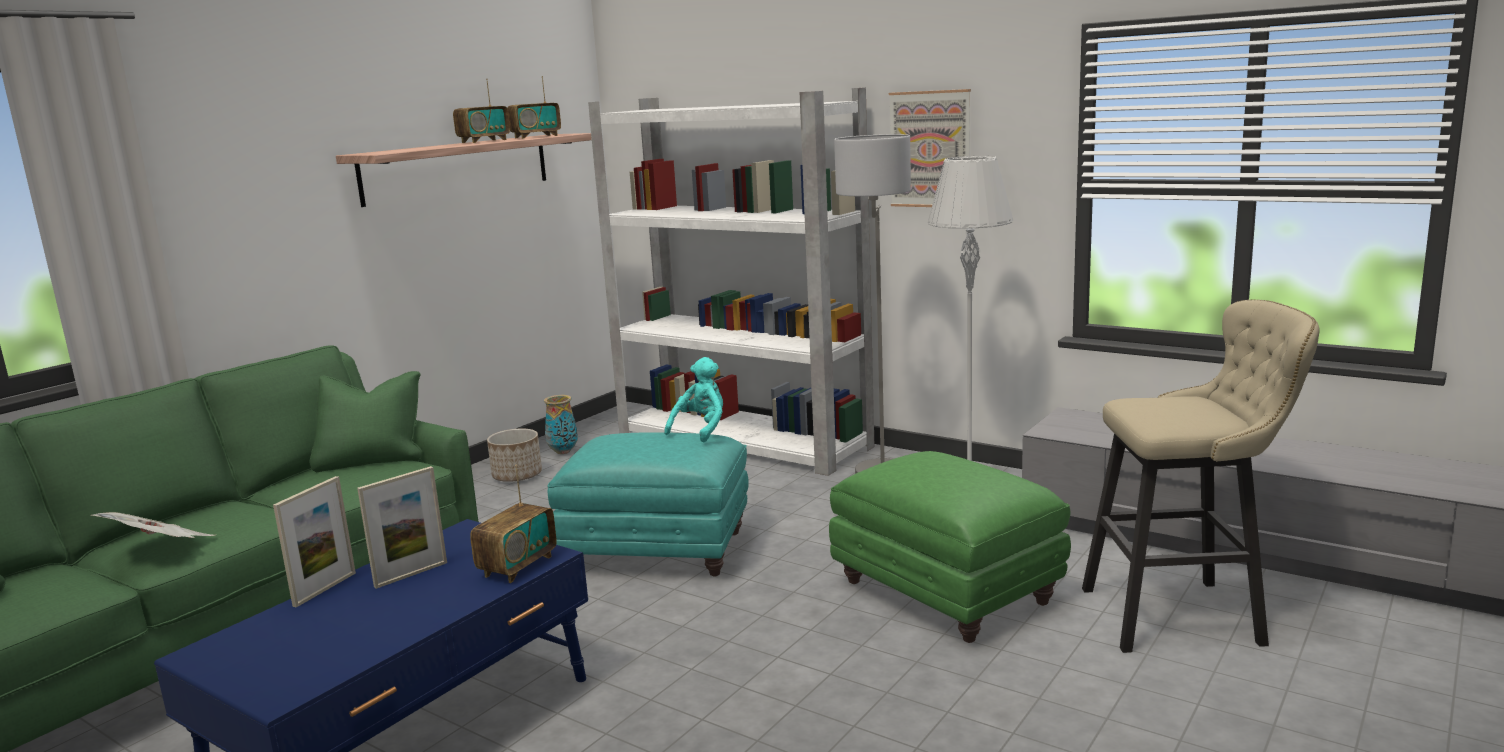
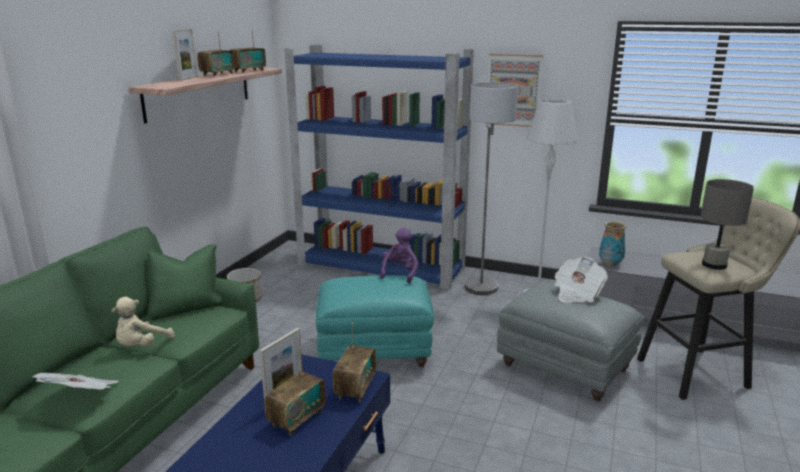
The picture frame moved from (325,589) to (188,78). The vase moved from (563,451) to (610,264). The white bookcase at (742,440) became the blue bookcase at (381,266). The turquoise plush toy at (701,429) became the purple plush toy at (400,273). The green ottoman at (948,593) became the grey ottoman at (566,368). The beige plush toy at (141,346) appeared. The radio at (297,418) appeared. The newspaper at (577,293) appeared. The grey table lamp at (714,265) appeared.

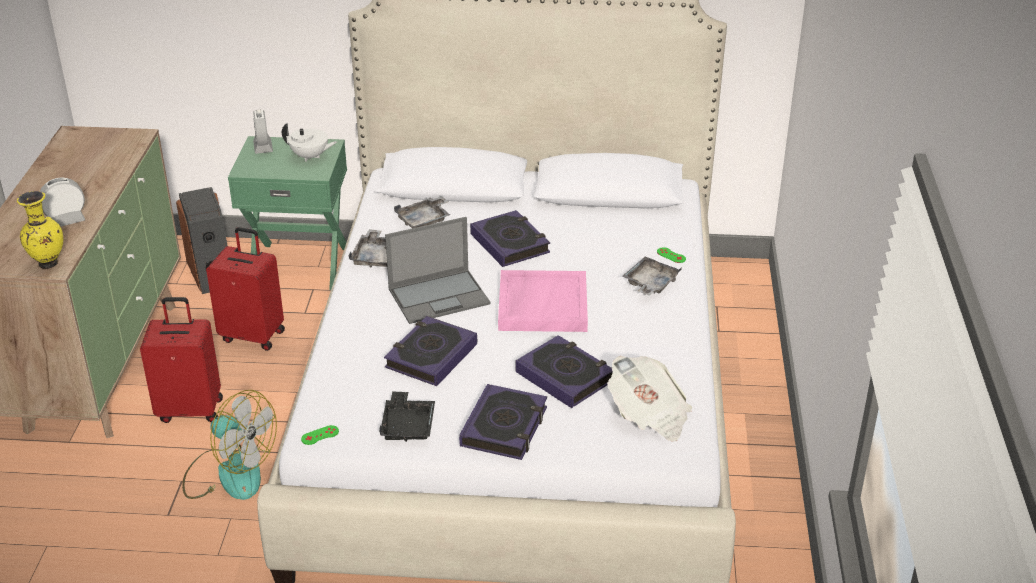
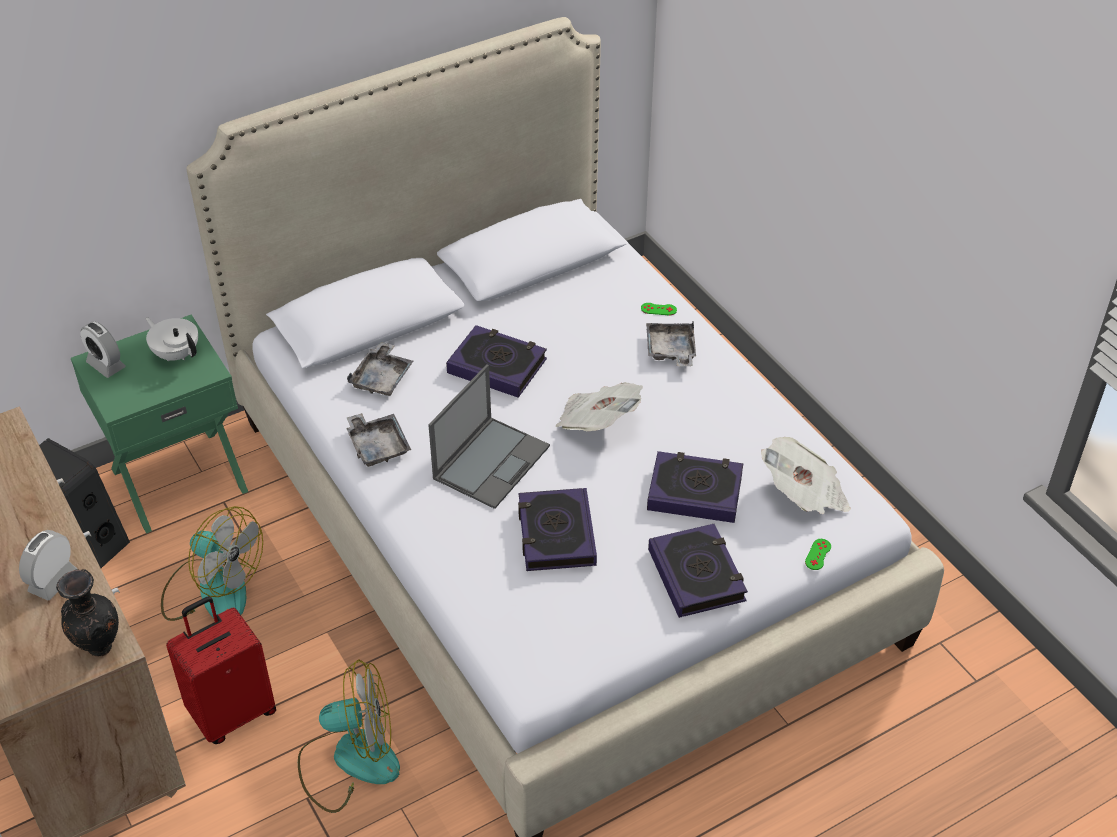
The yellow vase at (47,263) became the black vase at (98,647). The red suitcase at (253,335) was replaced by the fan at (212,589). The white teapot at (310,156) turned 120 degrees counterclockwise. The green game controller moved from (320,435) to (818,554). The black tray at (408,425) disappeared. The pink tray at (542,304) was replaced by the newspaper at (598,422).

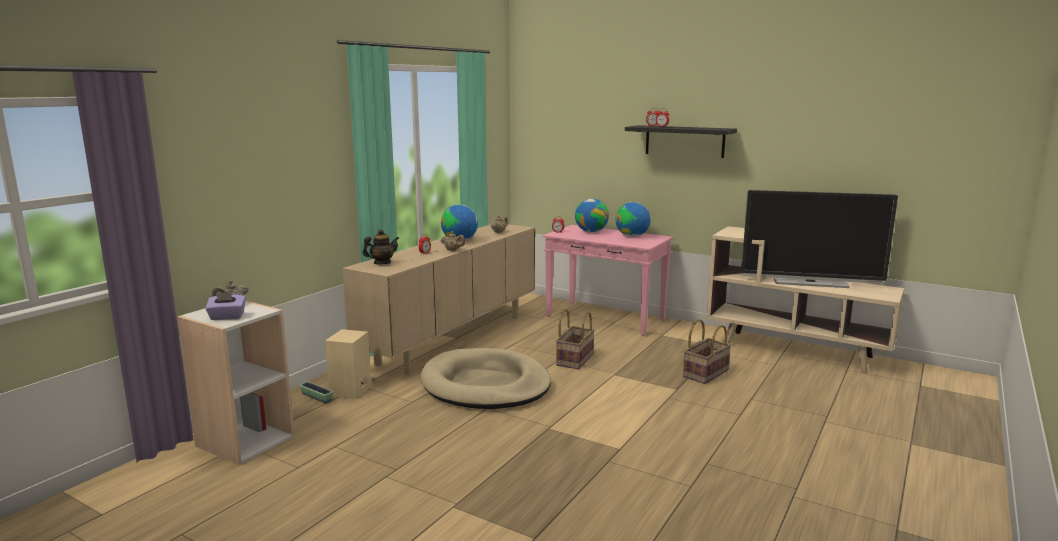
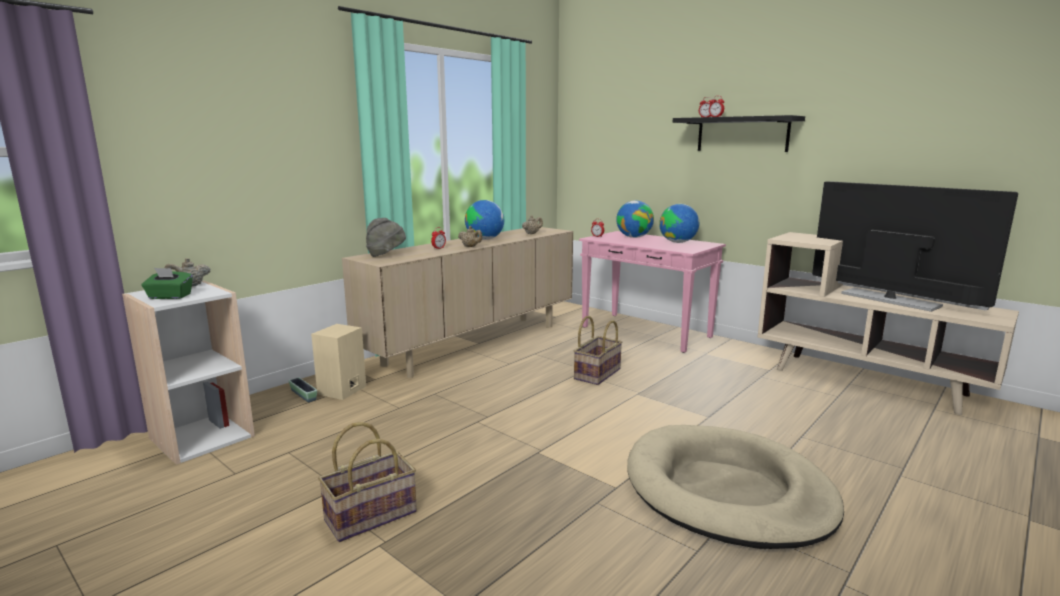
The purple tissue box at (227,317) became the green tissue box at (169,297). The teapot at (382,263) was replaced by the grey hat at (386,255). The beige dog bed moved from (486,385) to (727,491). The basket moved from (705,373) to (370,515). The television at (810,283) turned 150 degrees counterclockwise.

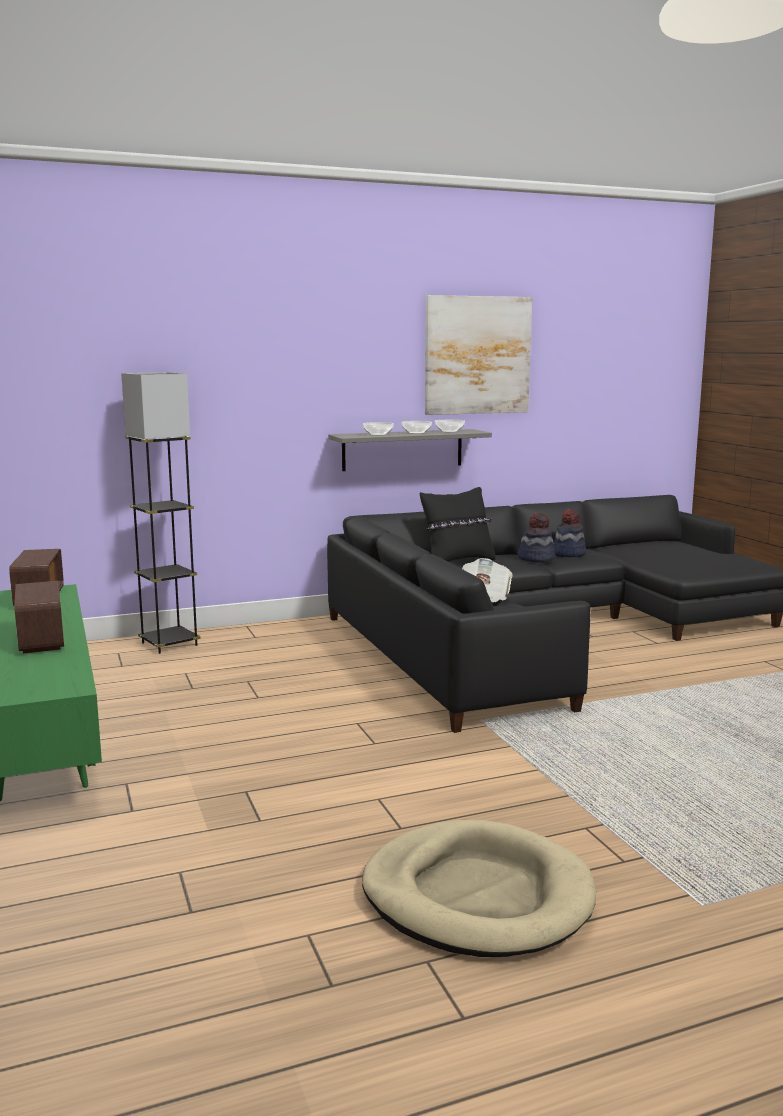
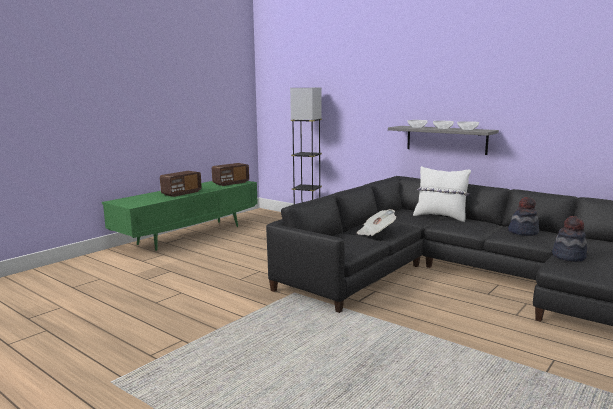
The beige dog bed at (477,896) disappeared. The black pillow at (457,561) became the white pillow at (440,217). The picture at (477,355) disappeared. The hat moved from (536,558) to (569,256).

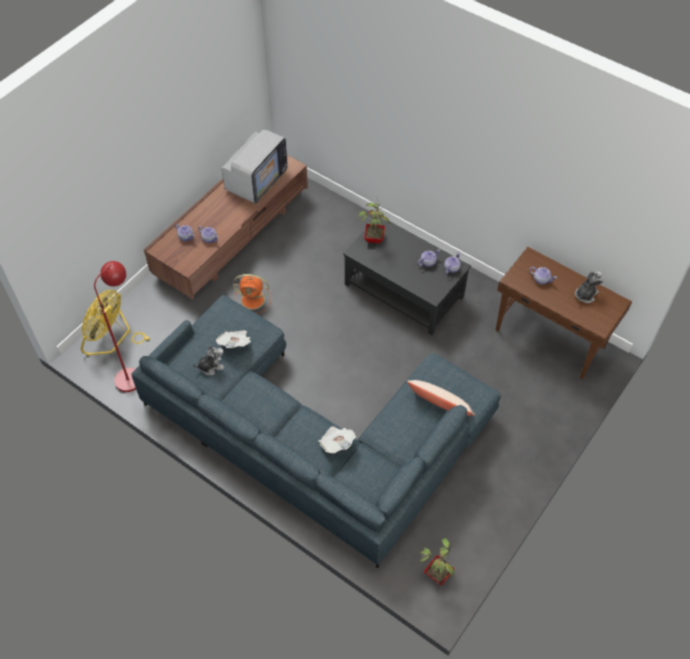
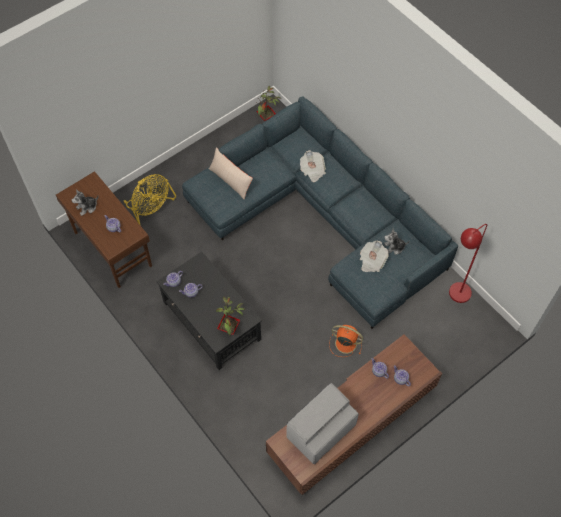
The yellow fan moved from (115,336) to (149,209).

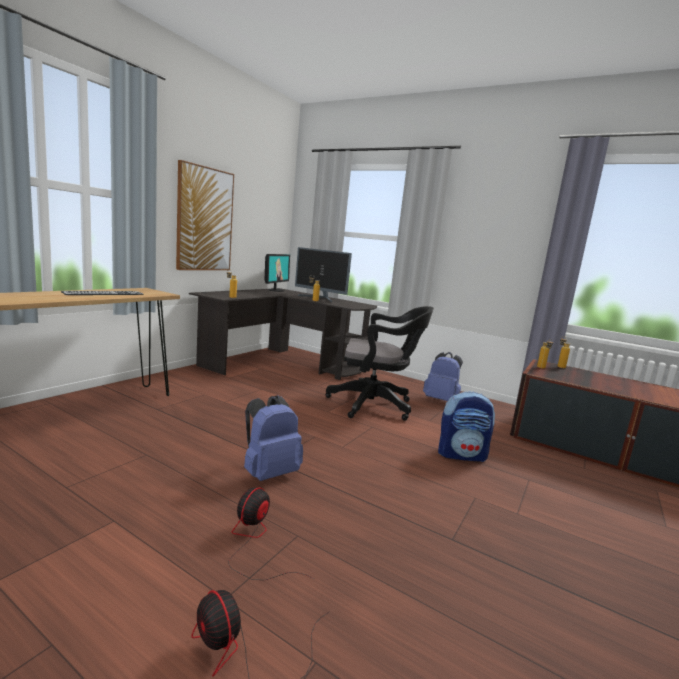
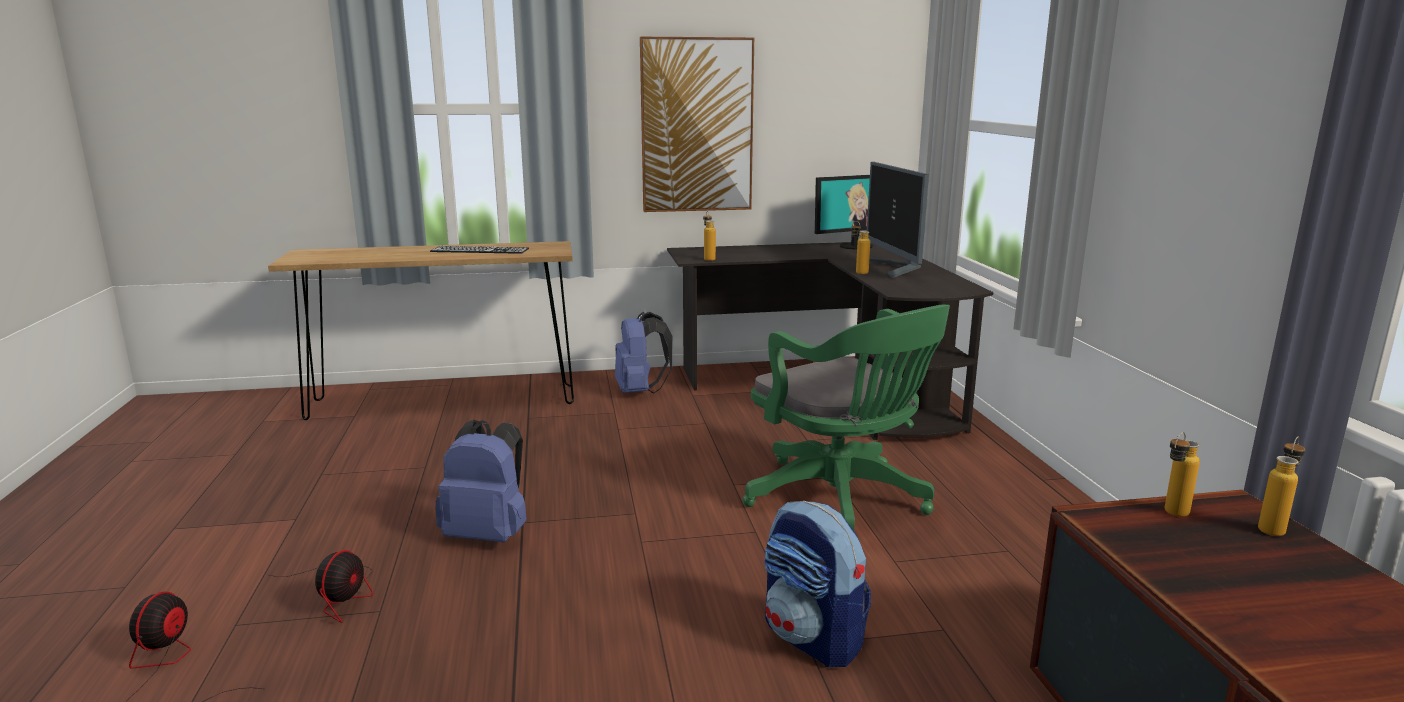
The fan at (255,542) turned 120 degrees clockwise. The black office chair at (375,405) became the green office chair at (842,501). The blue backpack moved from (441,400) to (640,391).

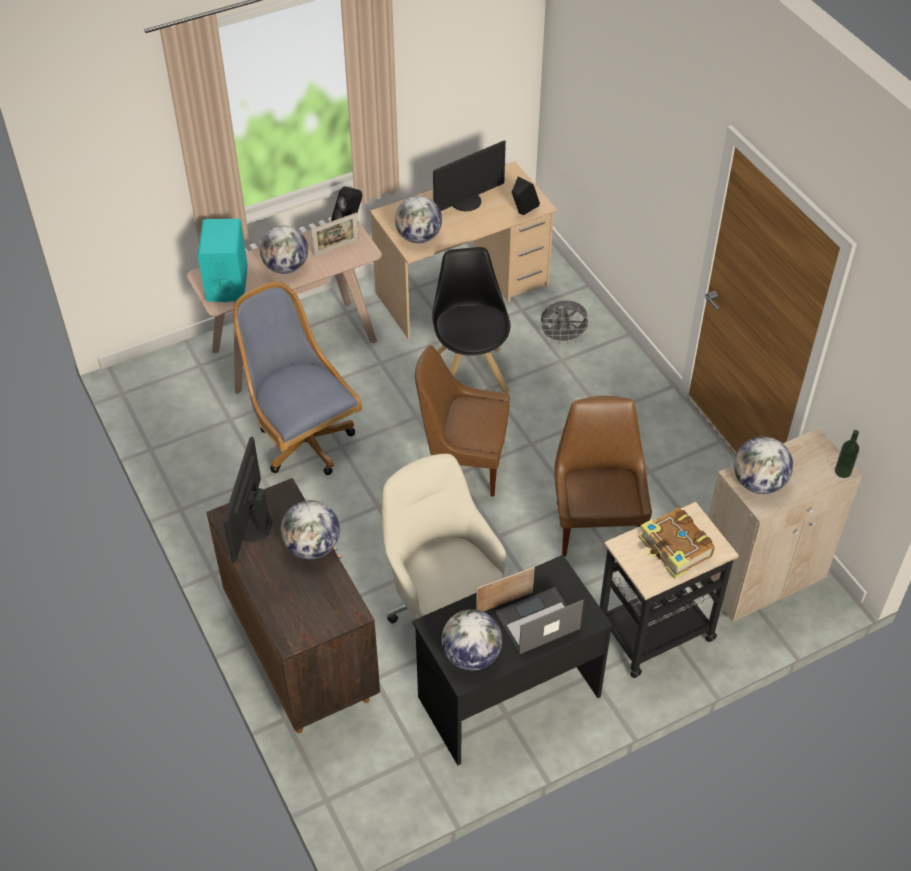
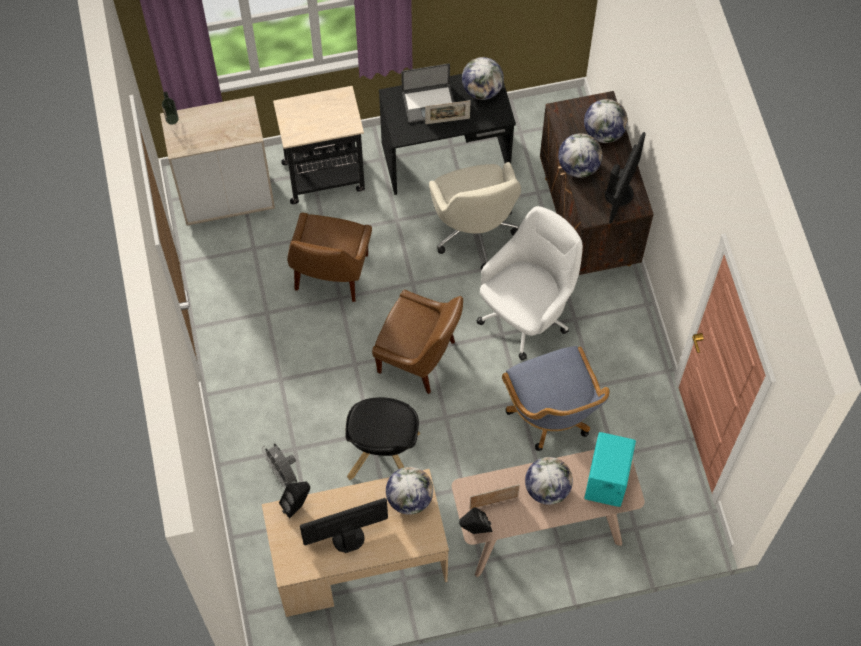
The grey fan at (563,339) turned 135 degrees counterclockwise. The book at (675,549) disappeared. The globe moved from (758,483) to (603,132). The white office chair at (526,315) appeared.

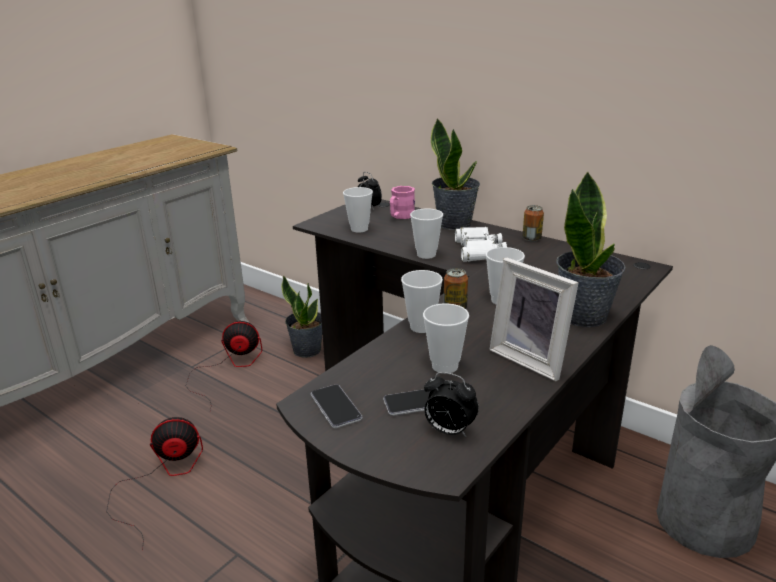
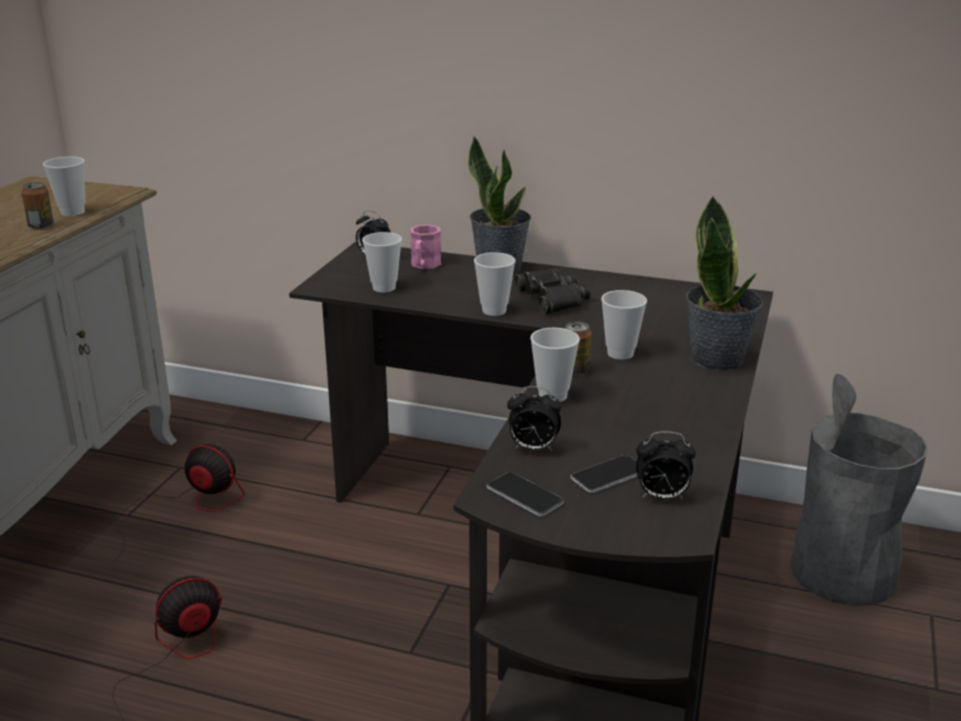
The fan at (229,368) turned 45 degrees clockwise. The potted plant at (307,350) disappeared. The cup moved from (445,366) to (72,212). The white binoculars at (478,250) became the black binoculars at (551,299). The picture frame at (532,359) disappeared. The can moved from (531,239) to (41,226). The alarm clock at (533,449) appeared.

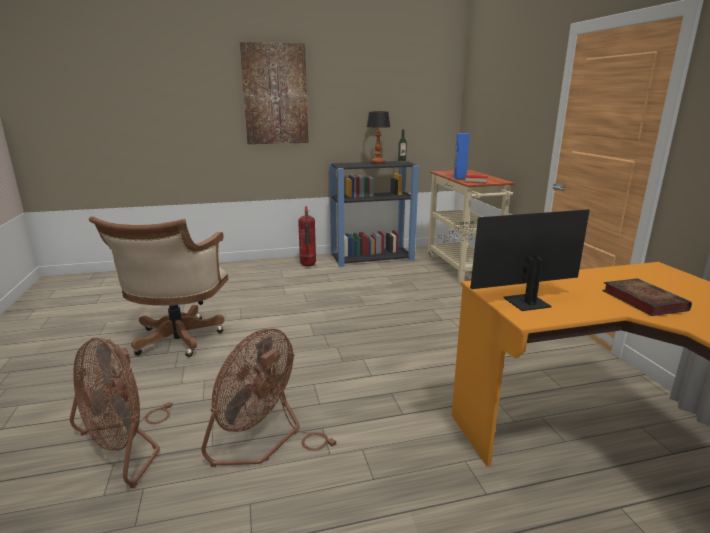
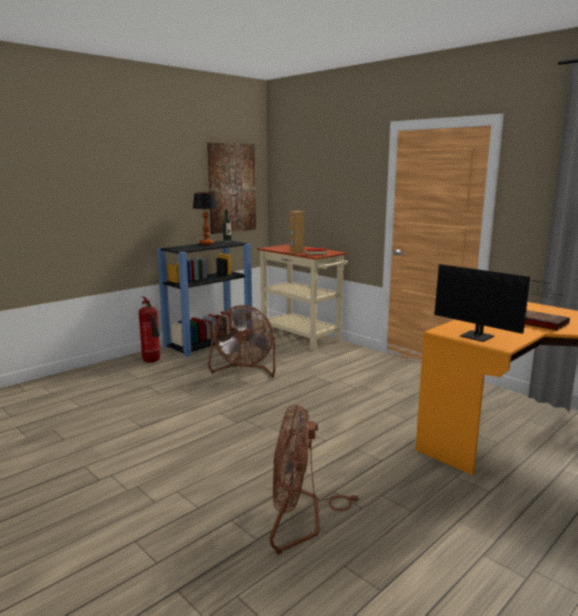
The brown fan moved from (127,444) to (243,370). The office chair at (177,340) disappeared. The picture moved from (275,94) to (232,188). The monitor at (520,302) turned 90 degrees counterclockwise. The blue speaker at (459,178) became the brown speaker at (296,252).

